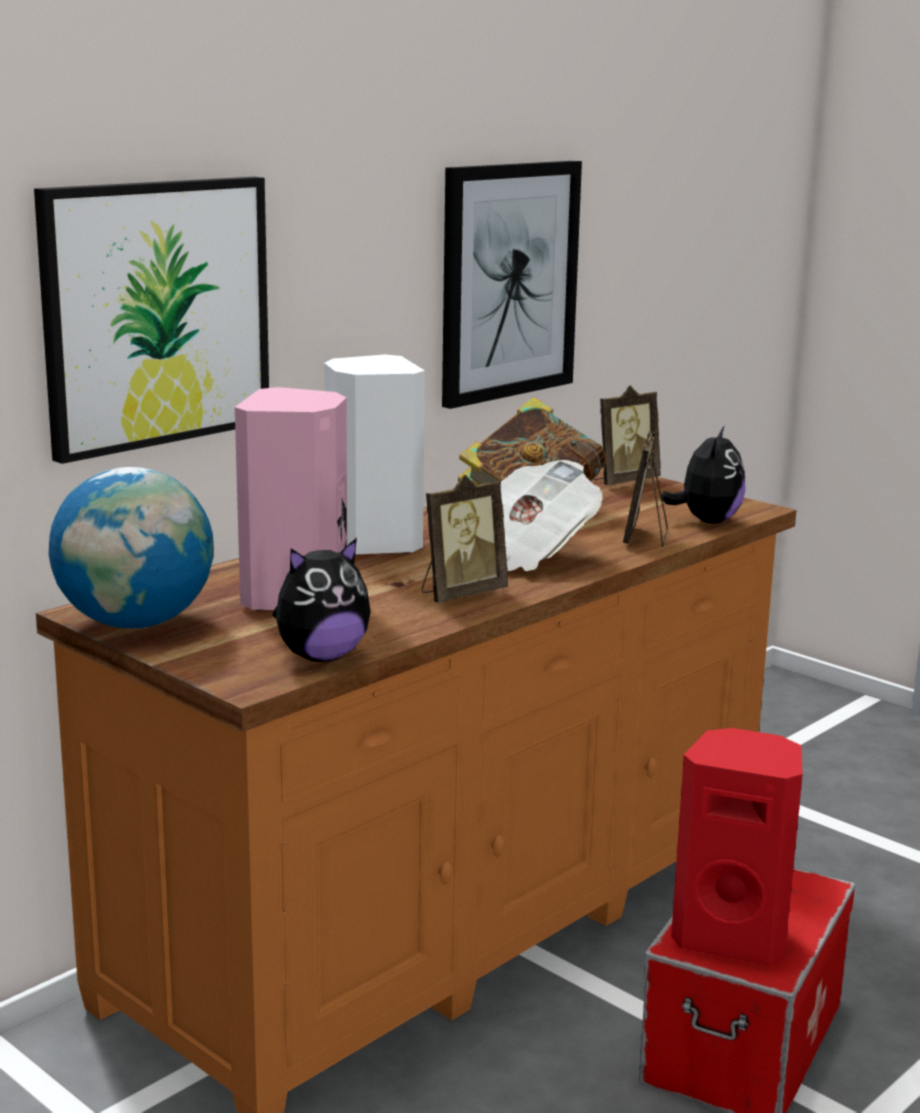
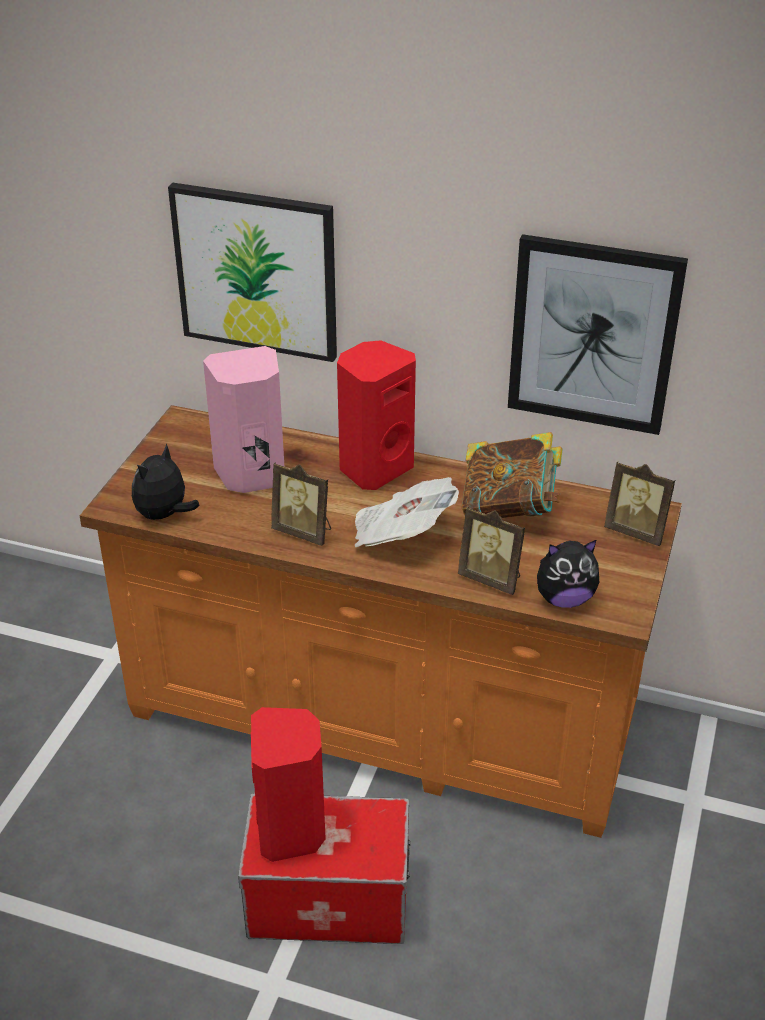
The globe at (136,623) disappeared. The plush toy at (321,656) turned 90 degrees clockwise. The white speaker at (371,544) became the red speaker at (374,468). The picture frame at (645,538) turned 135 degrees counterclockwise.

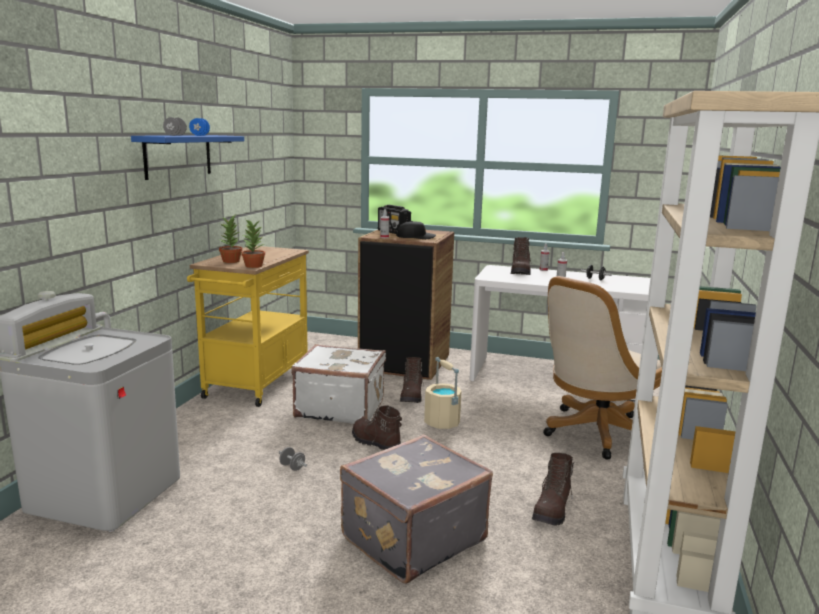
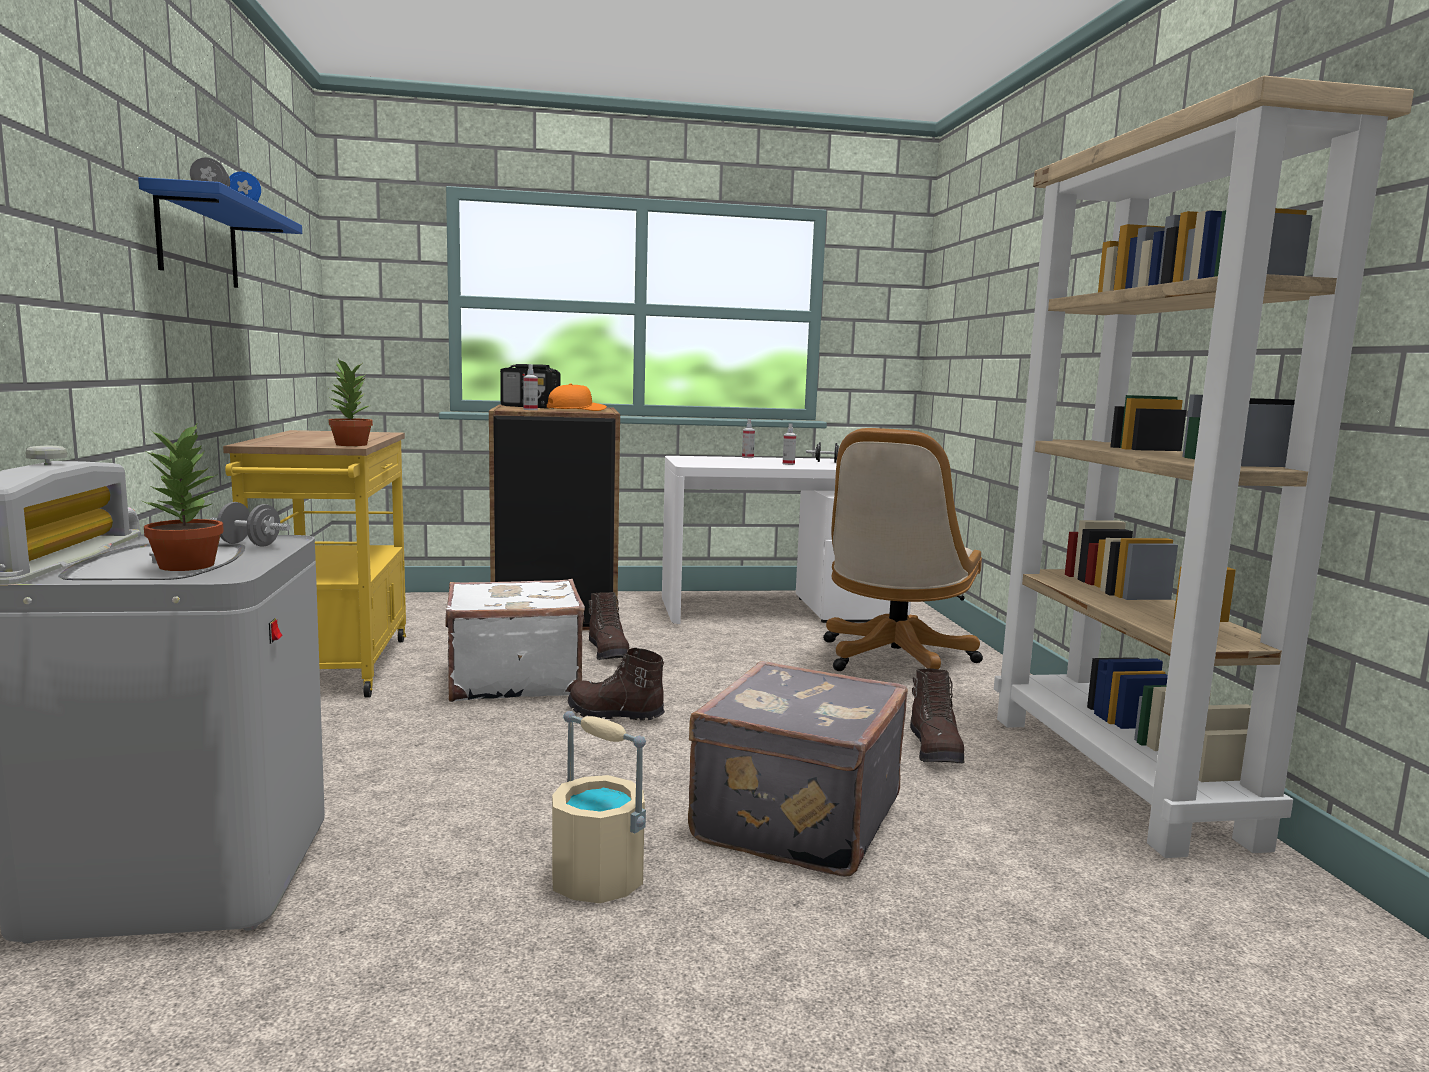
The potted plant moved from (231,261) to (188,565). The grey dumbbell moved from (292,467) to (250,544). The black cap at (415,237) became the orange cap at (576,410). The beige bucket moved from (442,422) to (598,881). The brown boot at (520,272) disappeared.

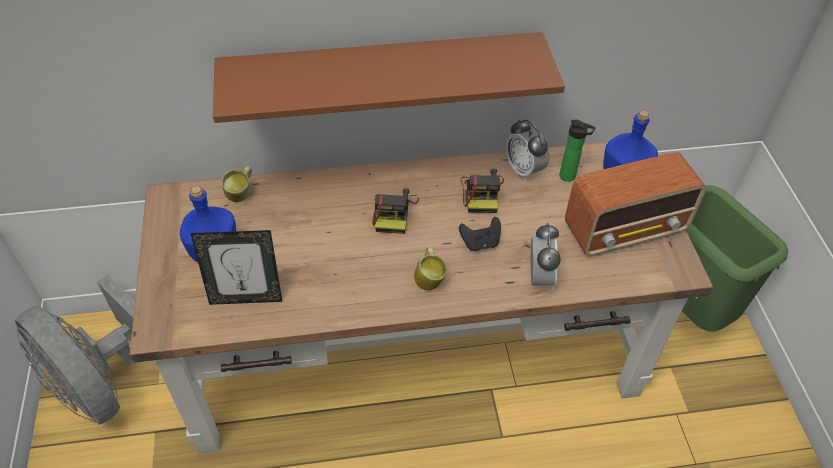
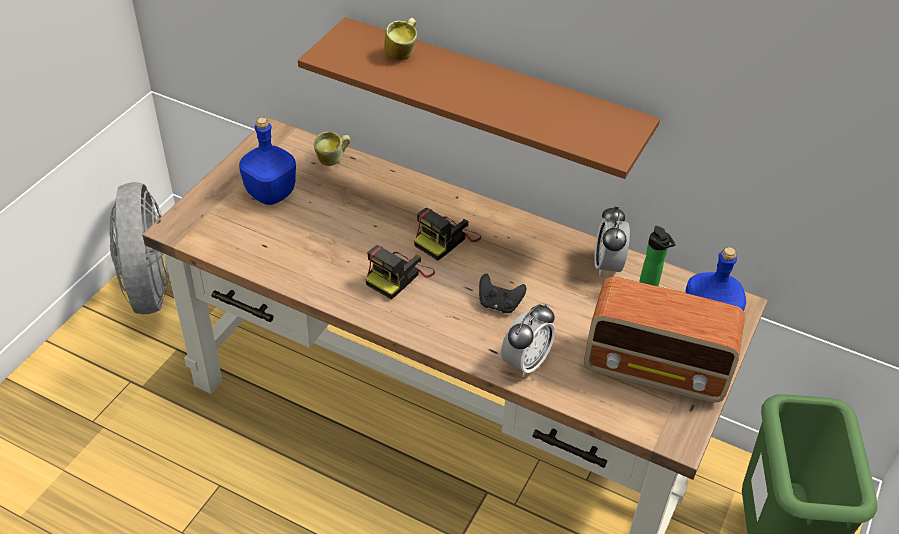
The picture frame at (246,298) disappeared. The mug moved from (430,279) to (403,53). The photo camera moved from (482,193) to (398,276).

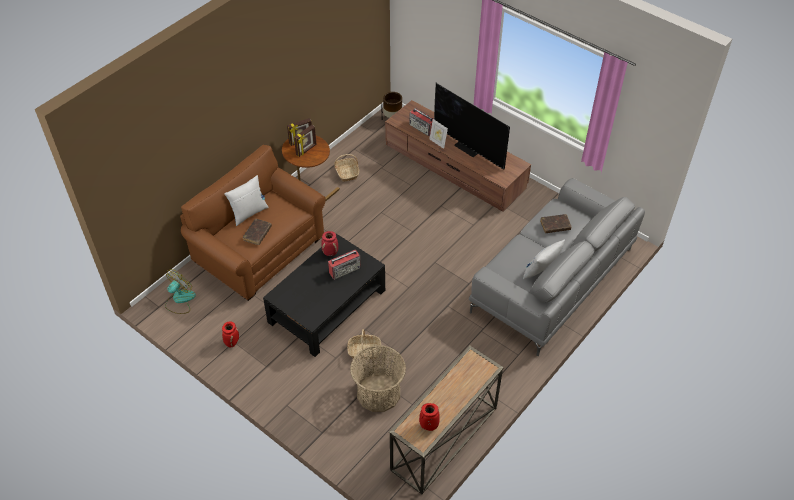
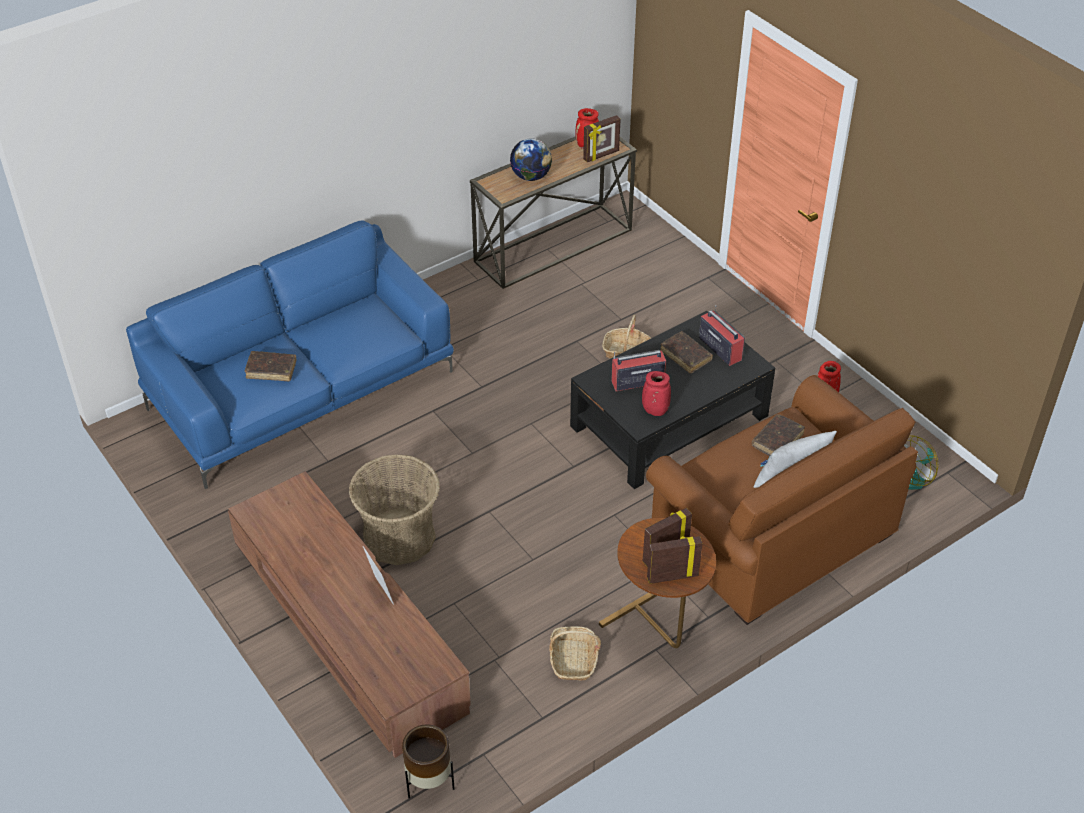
The basket moved from (378,393) to (399,537). The radio moved from (422,128) to (720,348). The television at (468,148) disappeared. The grey sofa at (551,280) became the blue sofa at (302,390). The grey pillow at (541,271) disappeared. The globe at (531,177) appeared. The picture frame at (601,155) appeared. The brown book at (685,356) appeared.

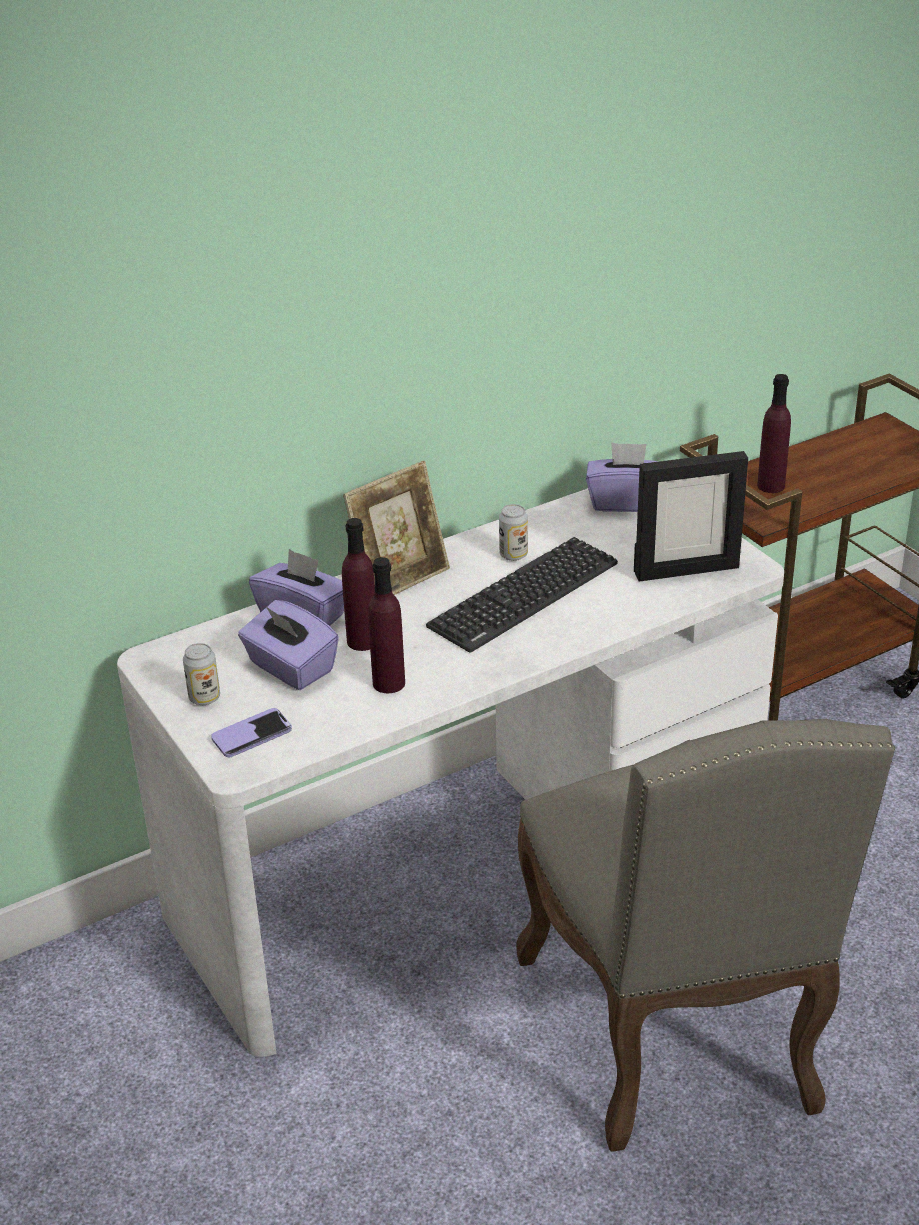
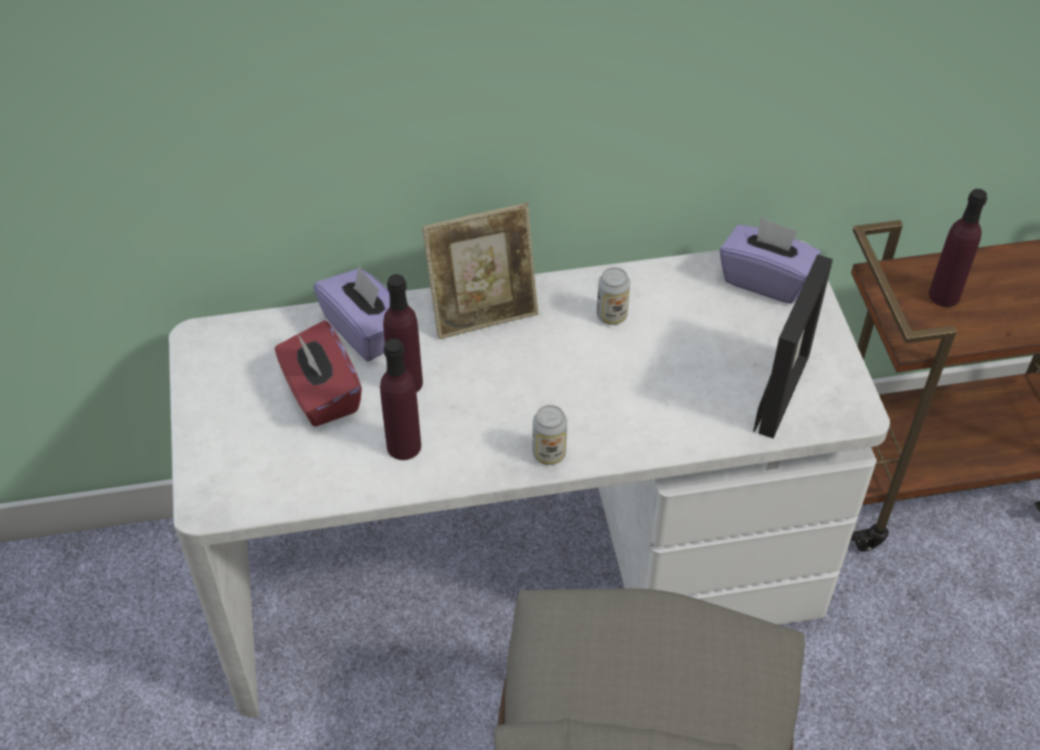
The can moved from (204,698) to (549,454). The phone at (252,735) disappeared. The purple tissue box at (290,668) became the red tissue box at (321,394). The keyboard at (524,595) disappeared. The picture frame at (686,569) turned 75 degrees counterclockwise.

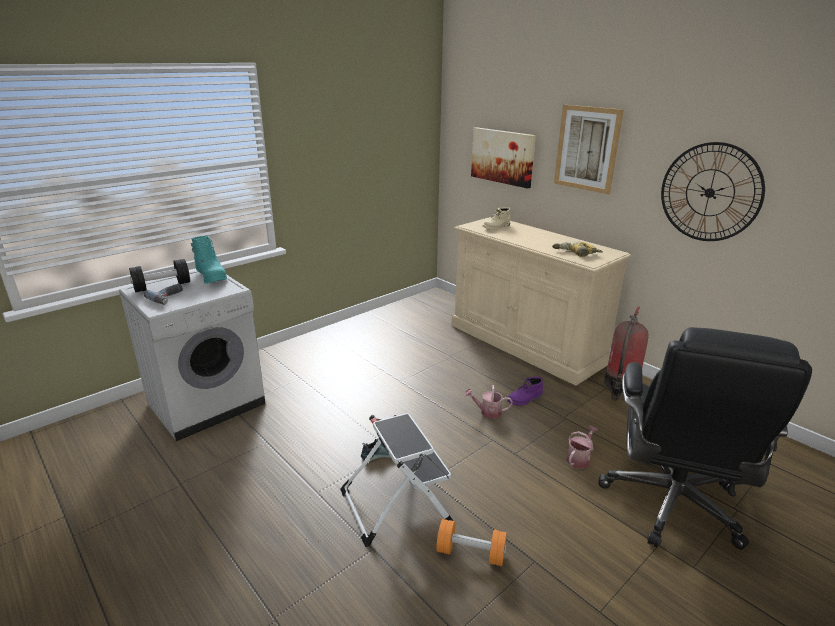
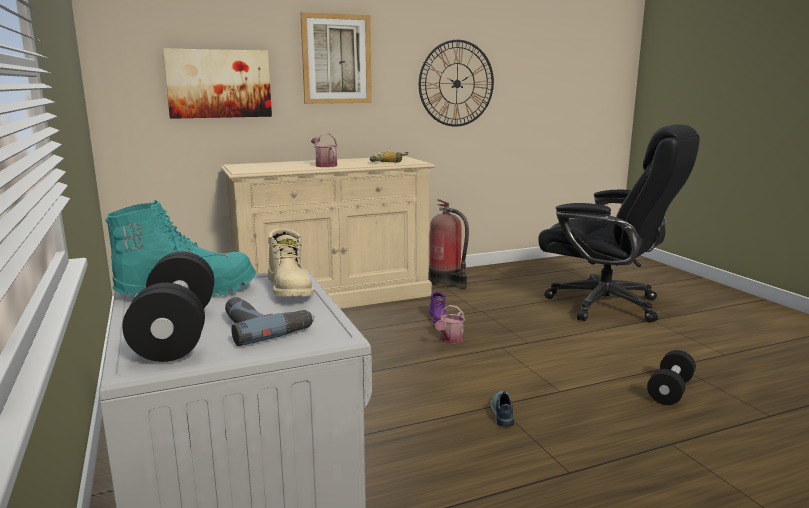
The step ladder at (396,502) disappeared. The orange dumbbell at (470,553) became the black dumbbell at (670,390). The beige boot moved from (496,227) to (291,288). The watering can moved from (579,458) to (324,165).

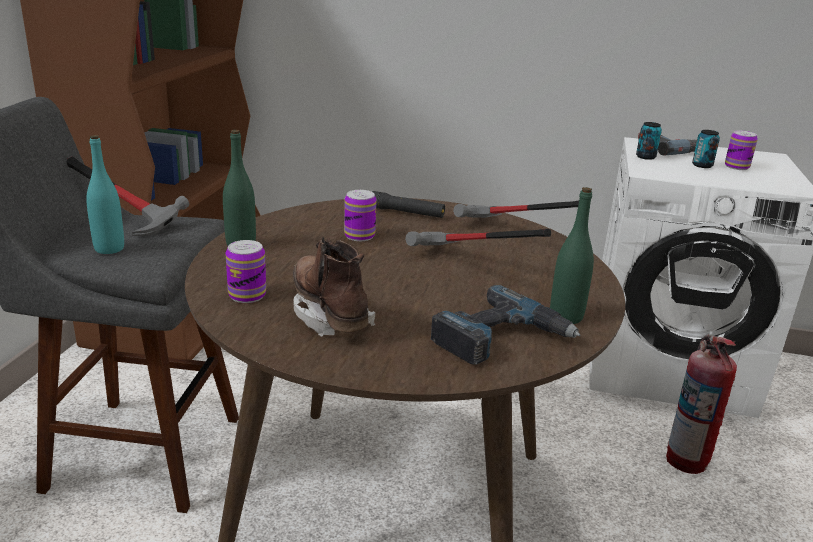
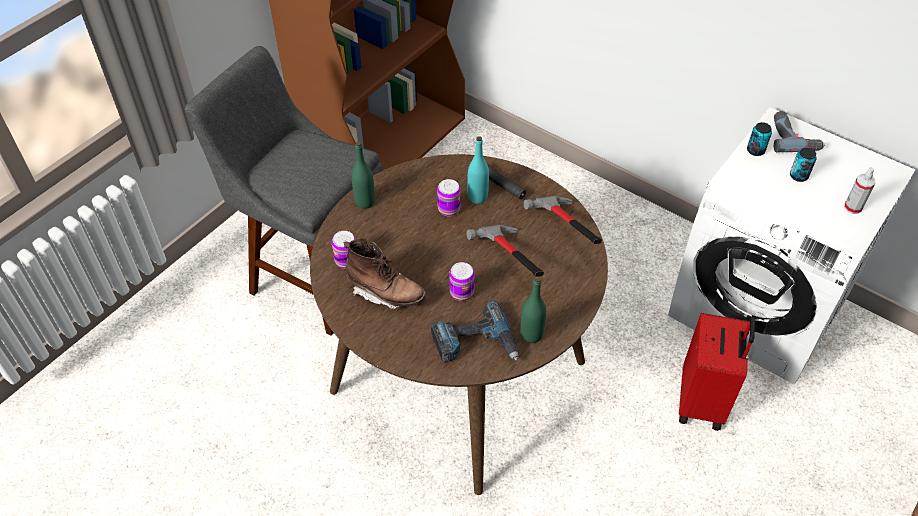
The hammer at (132,218) disappeared. The turquoise bottle moved from (109,249) to (477,197). The brown boot at (329,315) turned 120 degrees clockwise. The fire extinguisher at (687,459) was replaced by the red suitcase at (702,401). The can moved from (736,167) to (461,292). The spray bottle at (852,207) appeared.

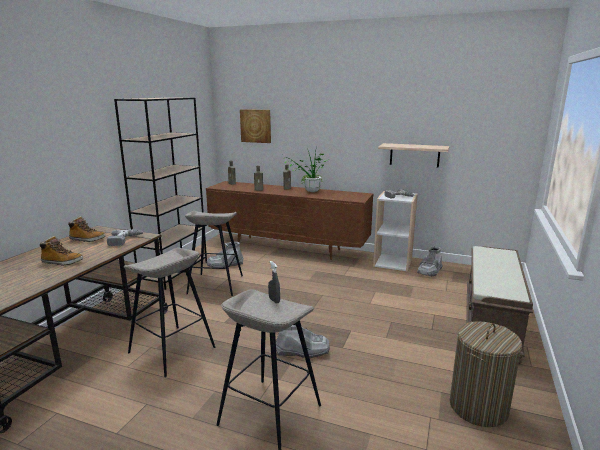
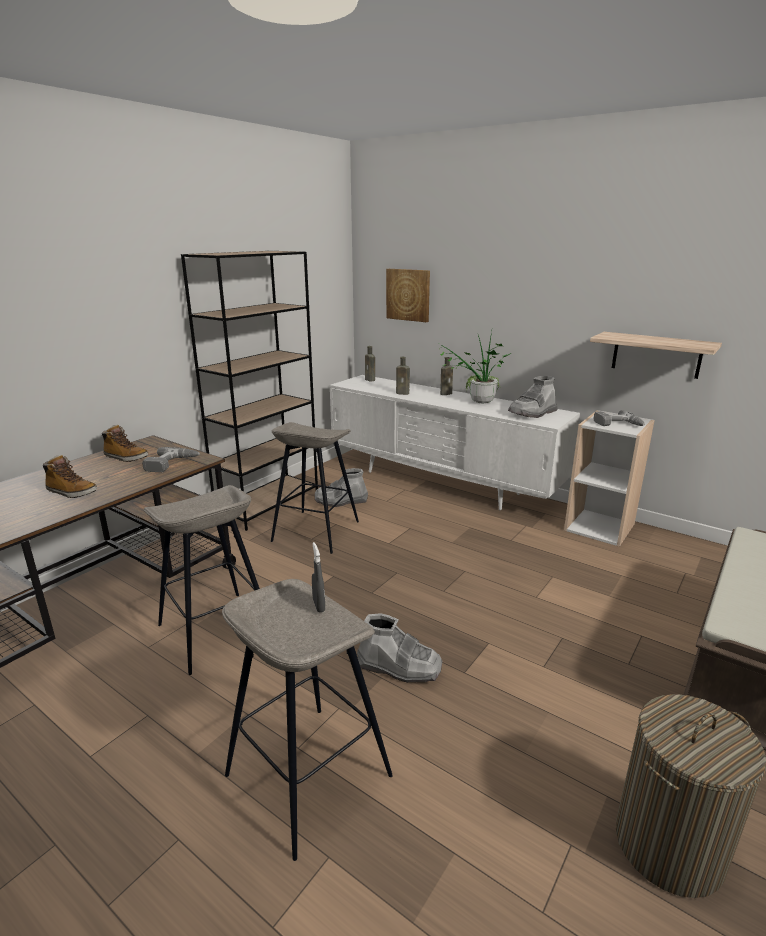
The brown cabinet at (288,248) became the white cabinet at (442,483). The grey boot moved from (429,271) to (532,413).

